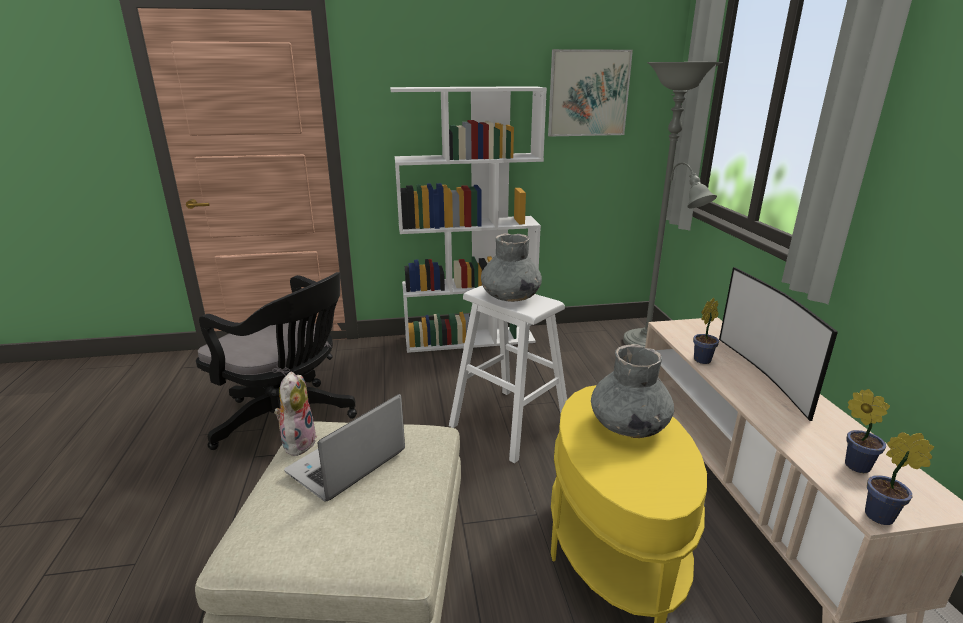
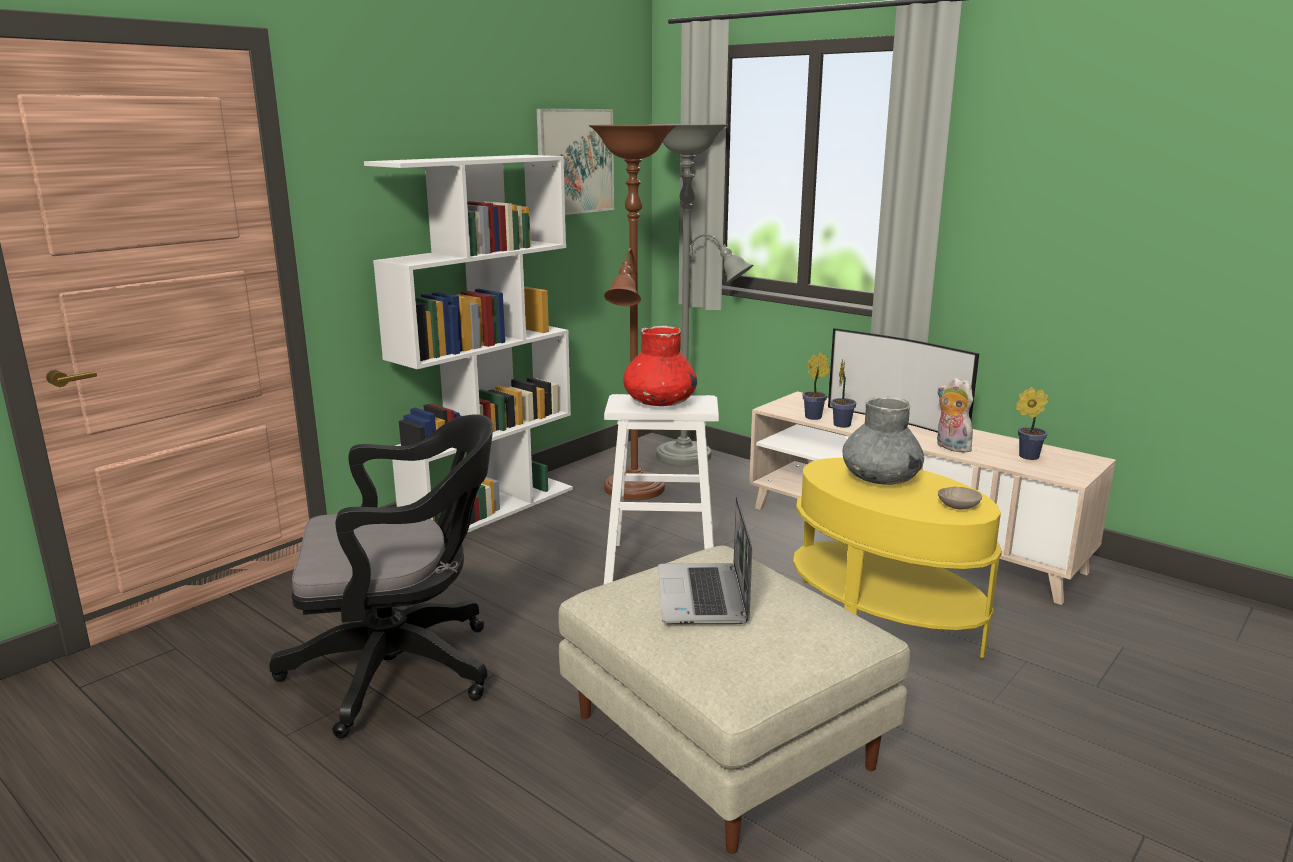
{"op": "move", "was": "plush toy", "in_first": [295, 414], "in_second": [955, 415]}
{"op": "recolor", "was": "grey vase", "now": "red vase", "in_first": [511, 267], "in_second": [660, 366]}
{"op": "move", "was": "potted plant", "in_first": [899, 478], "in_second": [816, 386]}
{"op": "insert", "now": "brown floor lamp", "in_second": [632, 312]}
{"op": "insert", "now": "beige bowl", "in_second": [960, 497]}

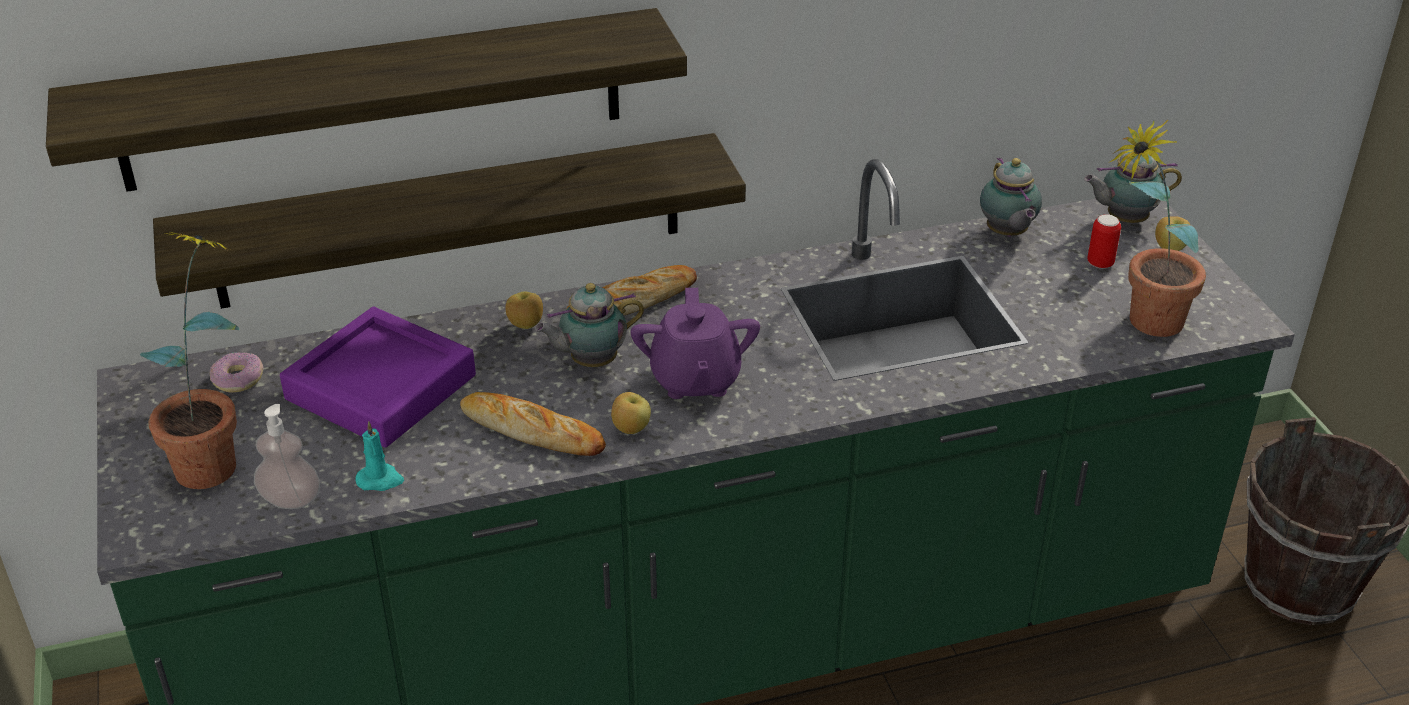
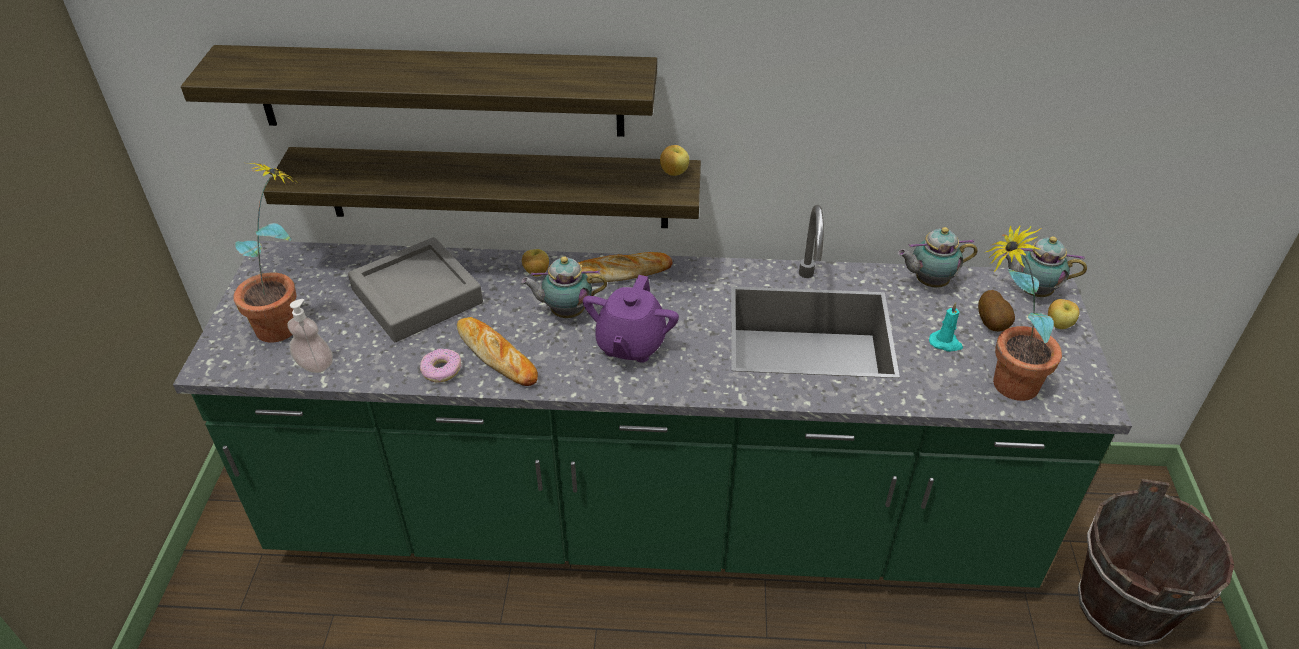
{"op": "move", "was": "donut", "in_first": [237, 372], "in_second": [441, 365]}
{"op": "recolor", "was": "purple tray", "now": "grey tray", "in_first": [378, 377], "in_second": [415, 289]}
{"op": "move", "was": "turquoise candle", "in_first": [380, 456], "in_second": [946, 327]}
{"op": "move", "was": "apple", "in_first": [631, 413], "in_second": [674, 160]}
{"op": "rotate", "was": "teapot", "in_first": [1011, 197], "in_second": [938, 257], "clockwise": 75}
{"op": "replace", "was": "can", "now": "potato", "in_first": [1104, 241], "in_second": [996, 311]}

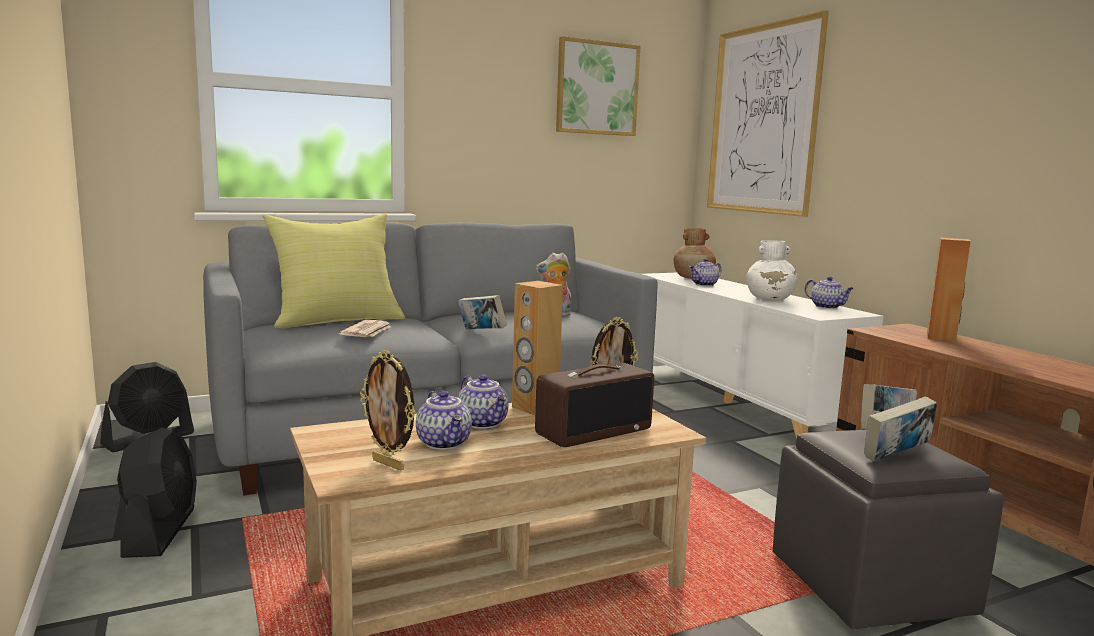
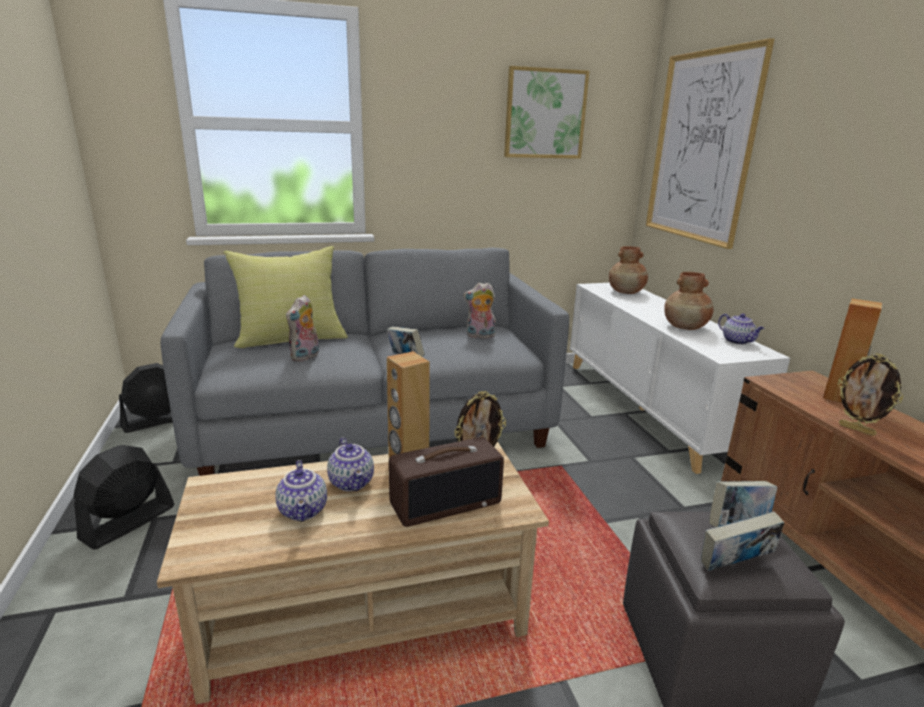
{"op": "rotate", "was": "black fan", "in_first": [157, 493], "in_second": [123, 497], "clockwise": -150}
{"op": "replace", "was": "newspaper", "now": "plush toy", "in_first": [365, 328], "in_second": [302, 328]}
{"op": "move", "was": "picture frame", "in_first": [387, 410], "in_second": [870, 394]}
{"op": "delete", "was": "teapot", "in_first": [705, 272]}
{"op": "recolor", "was": "white vase", "now": "brown vase", "in_first": [772, 270], "in_second": [688, 301]}

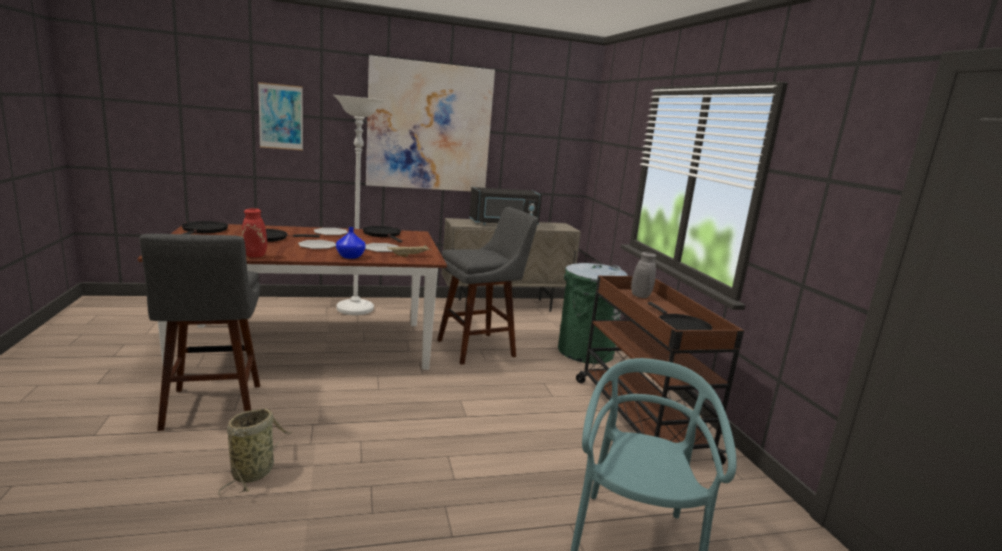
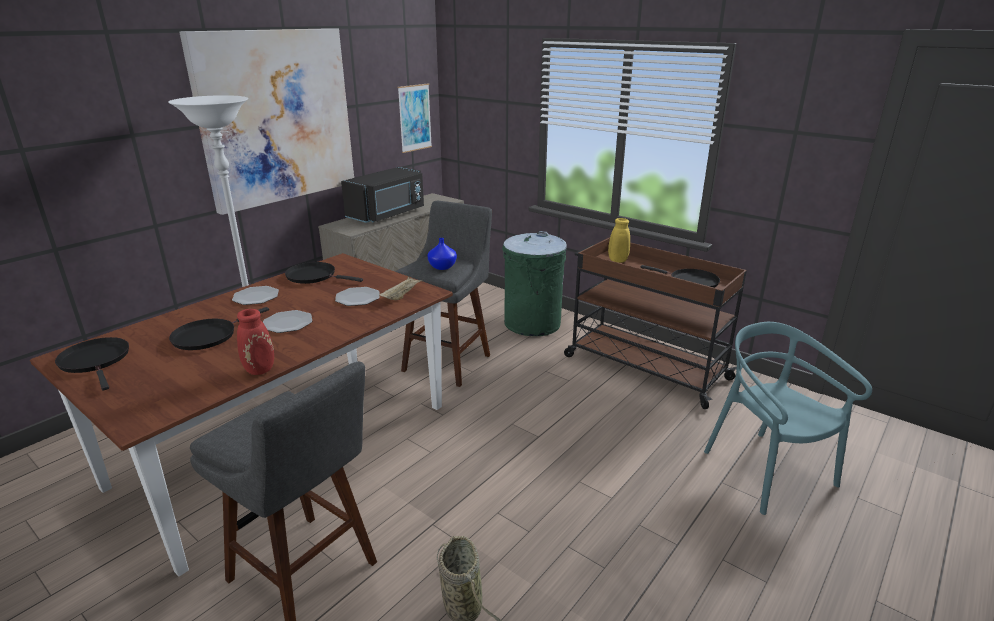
{"op": "move", "was": "picture", "in_first": [280, 116], "in_second": [415, 118]}
{"op": "move", "was": "blue vase", "in_first": [351, 243], "in_second": [442, 254]}
{"op": "recolor", "was": "grey vase", "now": "yellow vase", "in_first": [637, 274], "in_second": [619, 240]}

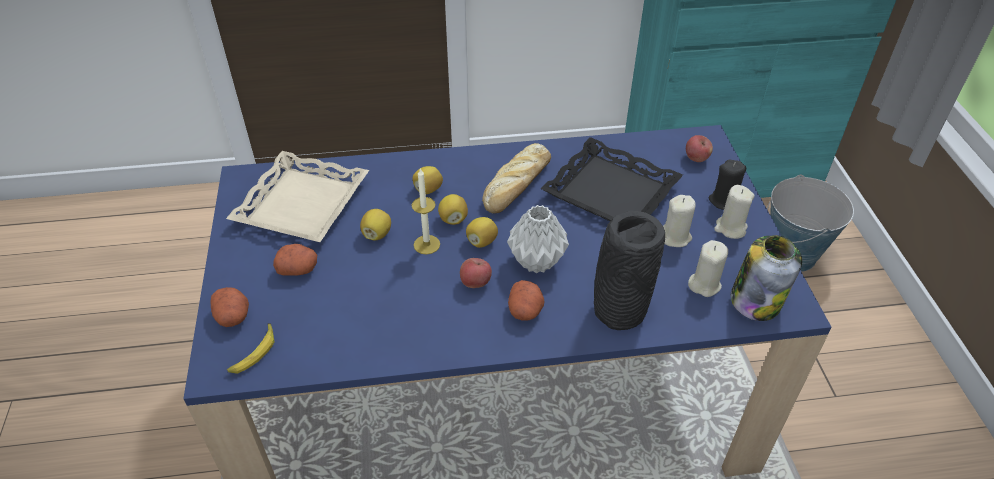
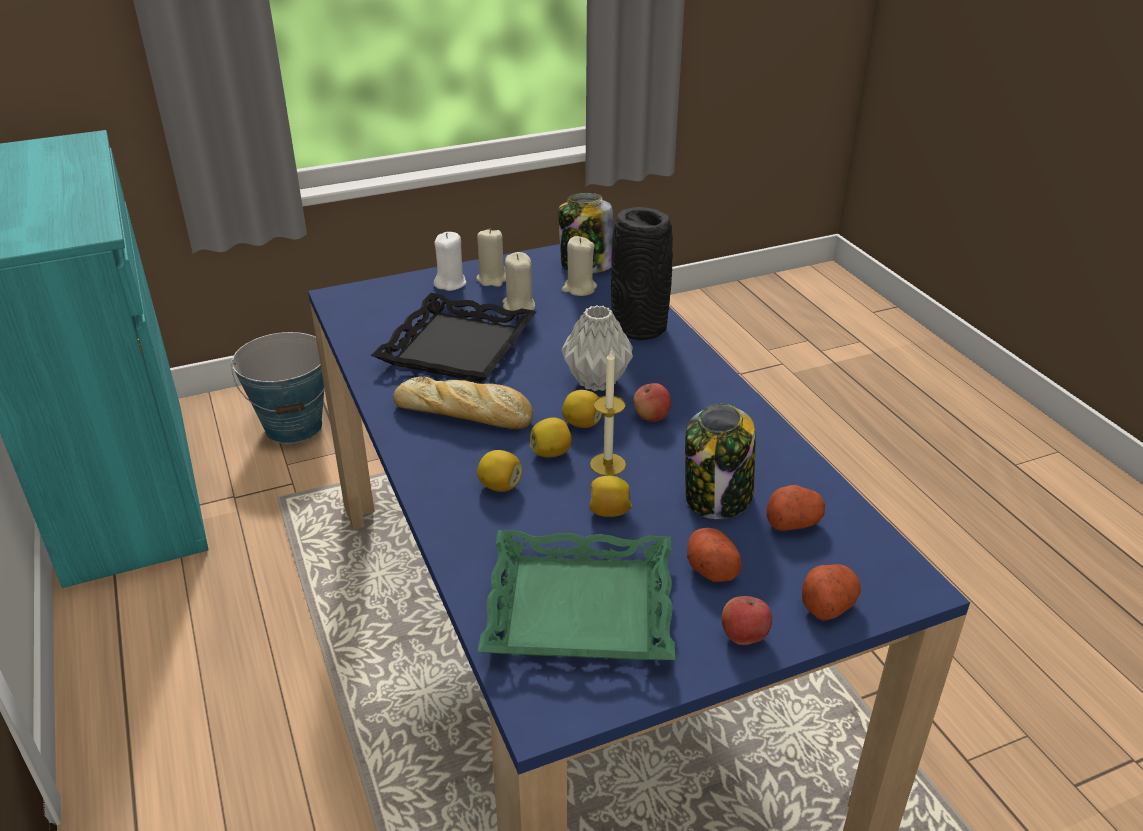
{"op": "recolor", "was": "beige tray", "now": "green tray", "in_first": [297, 196], "in_second": [576, 595]}
{"op": "delete", "was": "banana", "in_first": [250, 348]}
{"op": "move", "was": "potato", "in_first": [526, 300], "in_second": [795, 508]}
{"op": "move", "was": "apple", "in_first": [699, 148], "in_second": [747, 620]}
{"op": "recolor", "was": "black candle", "now": "white candle", "in_first": [727, 185], "in_second": [450, 261]}
{"op": "insert", "now": "jar", "in_second": [720, 461]}

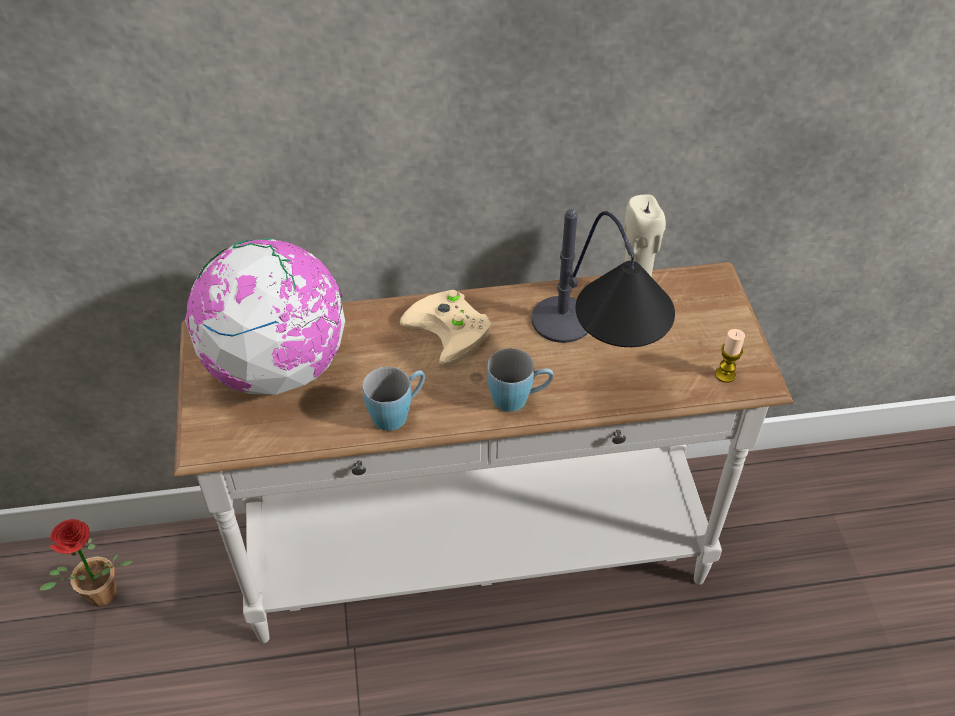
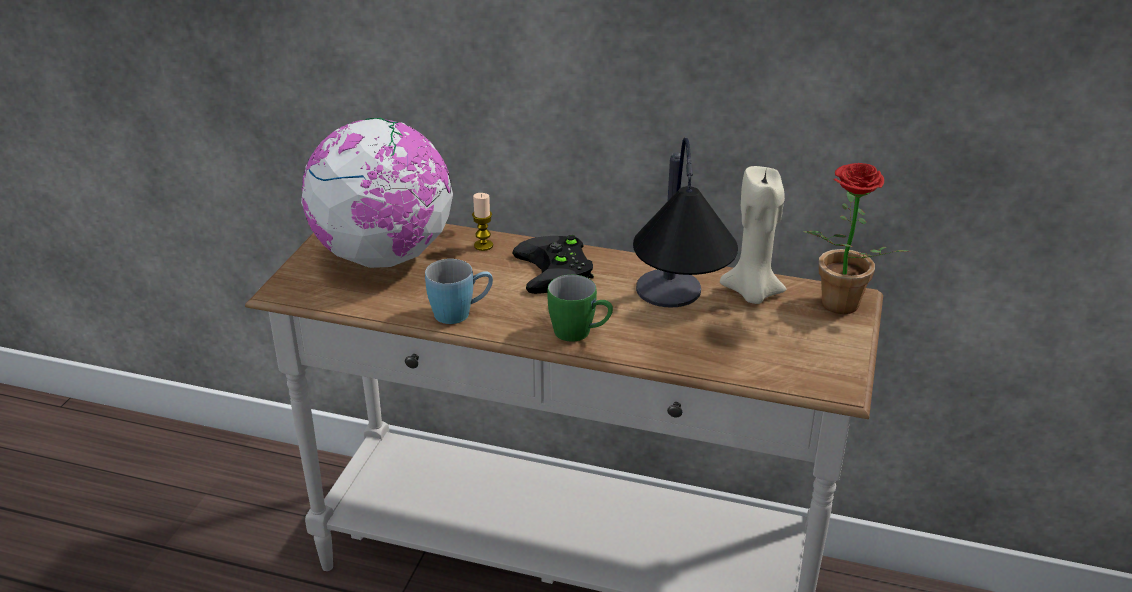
{"op": "move", "was": "potted plant", "in_first": [86, 563], "in_second": [855, 238]}
{"op": "recolor", "was": "beige game controller", "now": "black game controller", "in_first": [445, 328], "in_second": [553, 264]}
{"op": "recolor", "was": "blue mug", "now": "green mug", "in_first": [520, 380], "in_second": [580, 308]}
{"op": "move", "was": "candle", "in_first": [730, 356], "in_second": [482, 222]}

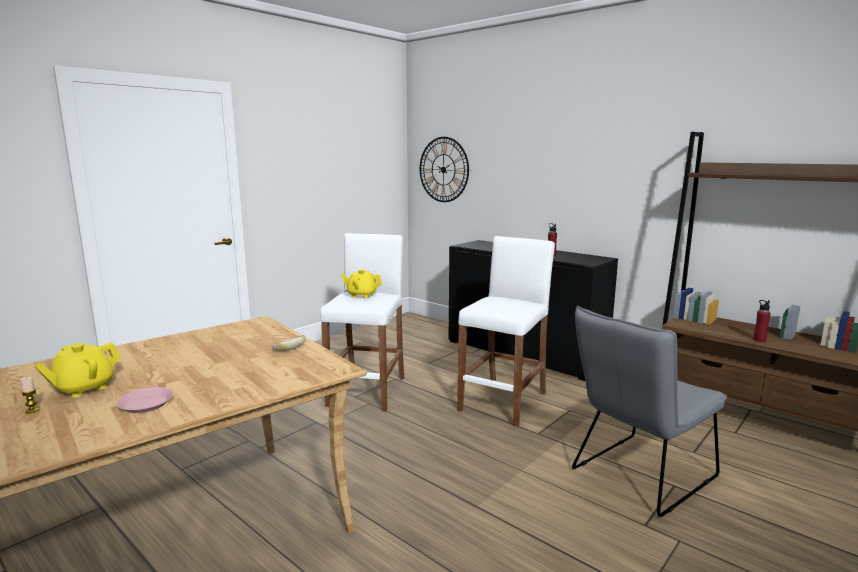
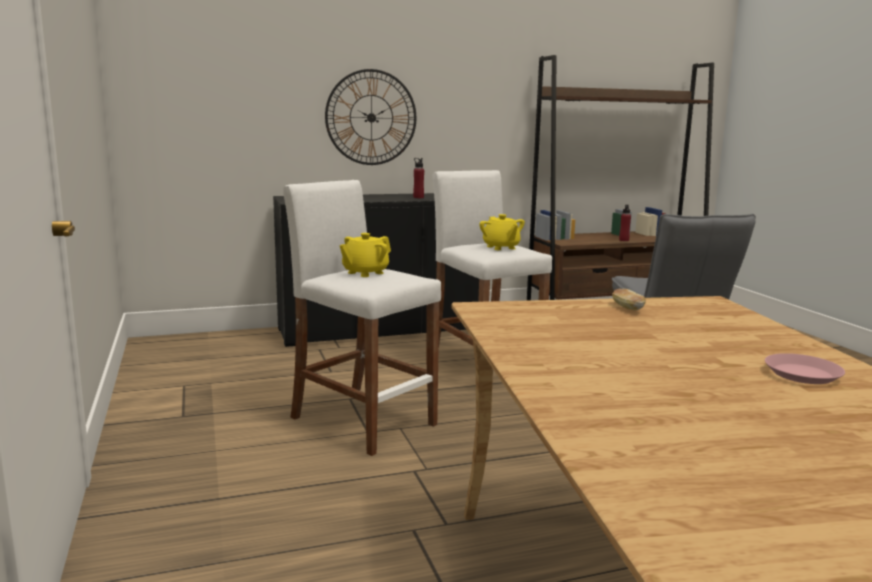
{"op": "delete", "was": "candle", "in_first": [30, 395]}
{"op": "move", "was": "yellow teapot", "in_first": [77, 370], "in_second": [502, 232]}
{"op": "move", "was": "wall clock", "in_first": [444, 169], "in_second": [370, 117]}

